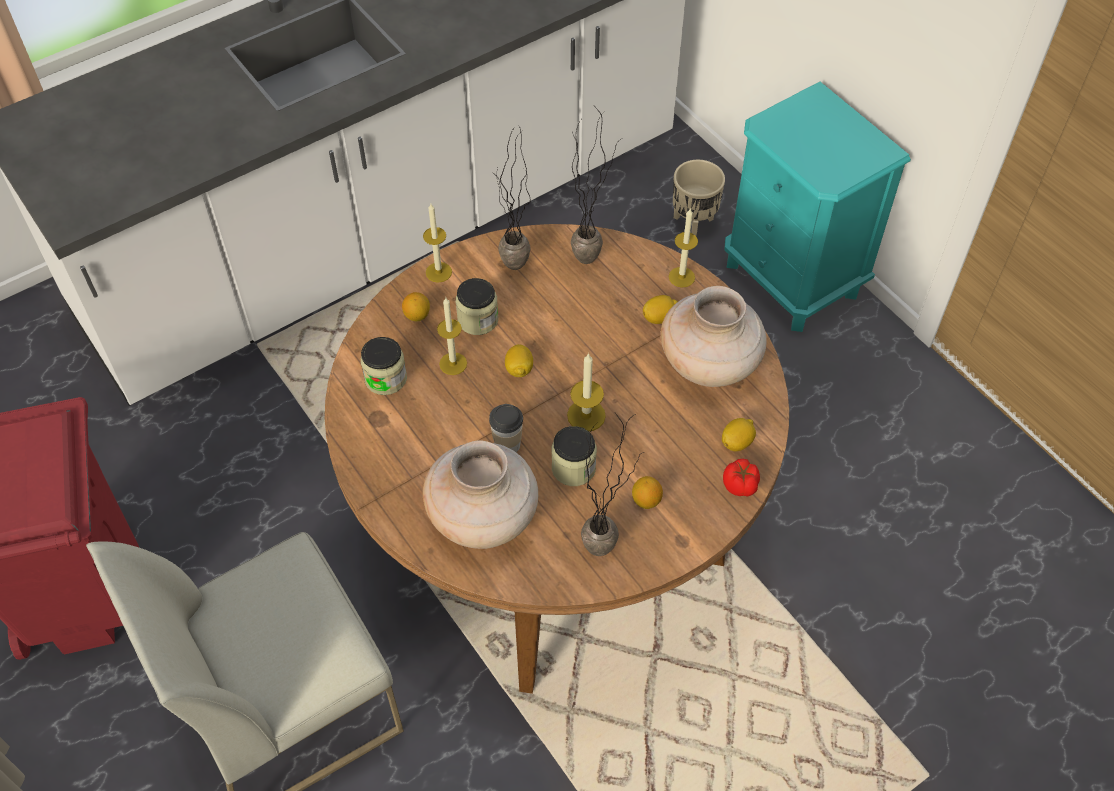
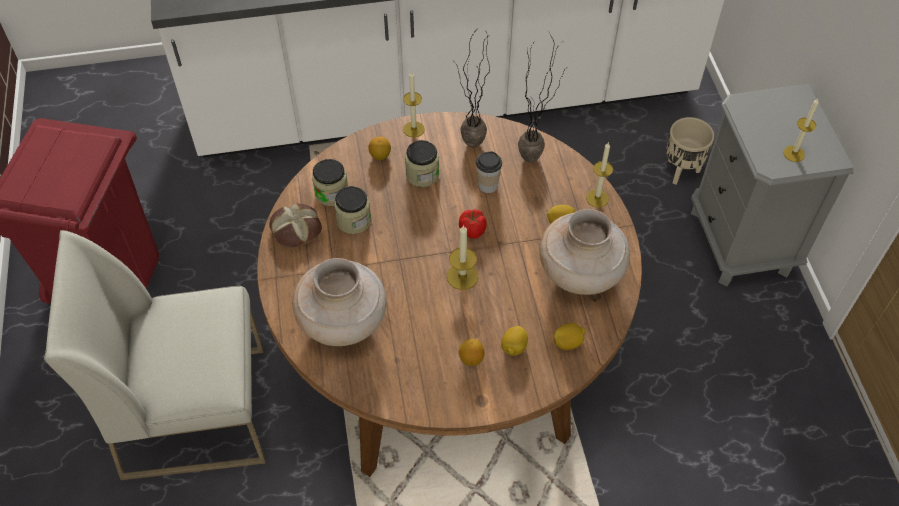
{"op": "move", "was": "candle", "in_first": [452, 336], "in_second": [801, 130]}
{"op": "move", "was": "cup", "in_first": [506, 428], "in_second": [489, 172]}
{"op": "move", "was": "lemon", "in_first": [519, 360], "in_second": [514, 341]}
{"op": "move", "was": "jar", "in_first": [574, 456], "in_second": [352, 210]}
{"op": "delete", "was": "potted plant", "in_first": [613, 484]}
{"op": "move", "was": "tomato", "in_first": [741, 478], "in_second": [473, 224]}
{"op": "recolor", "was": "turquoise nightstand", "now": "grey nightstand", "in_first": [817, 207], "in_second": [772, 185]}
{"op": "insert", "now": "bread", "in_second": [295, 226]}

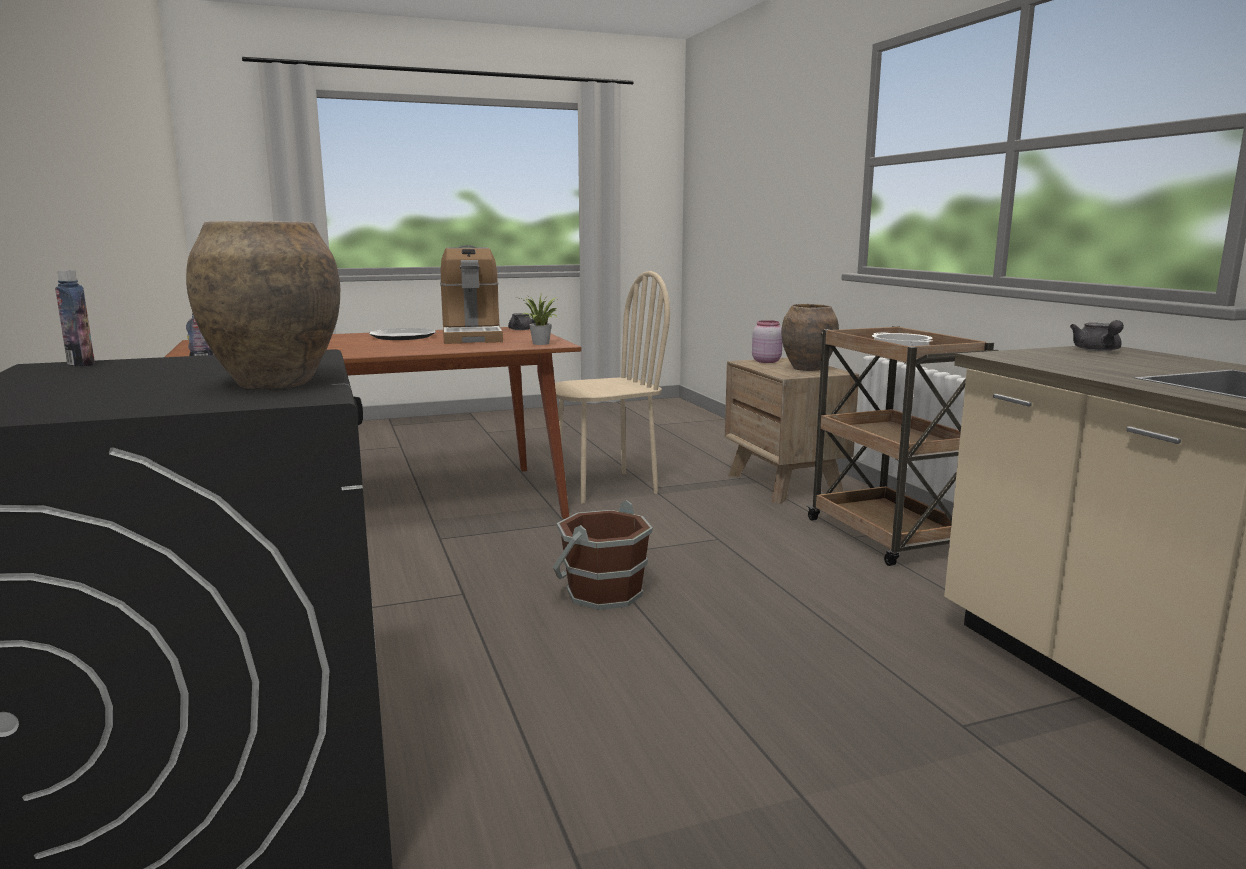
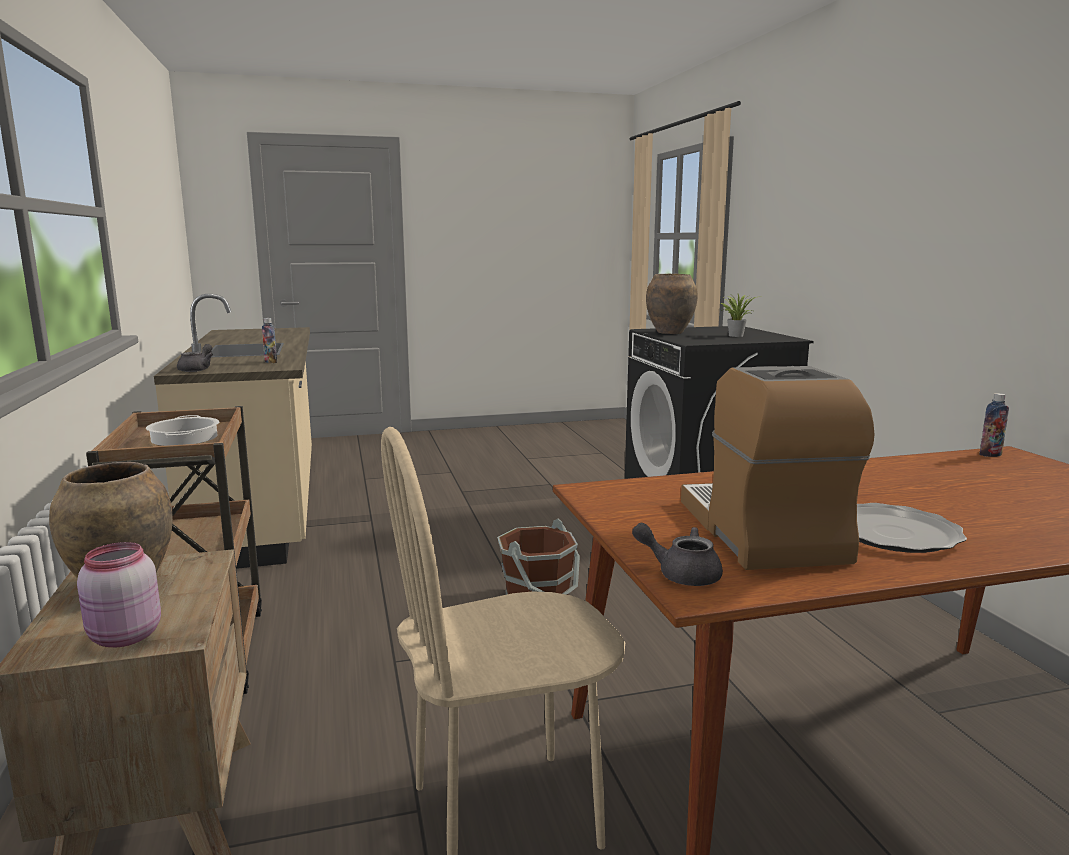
{"op": "move", "was": "bottle", "in_first": [75, 318], "in_second": [269, 340]}
{"op": "move", "was": "potted plant", "in_first": [536, 319], "in_second": [738, 315]}

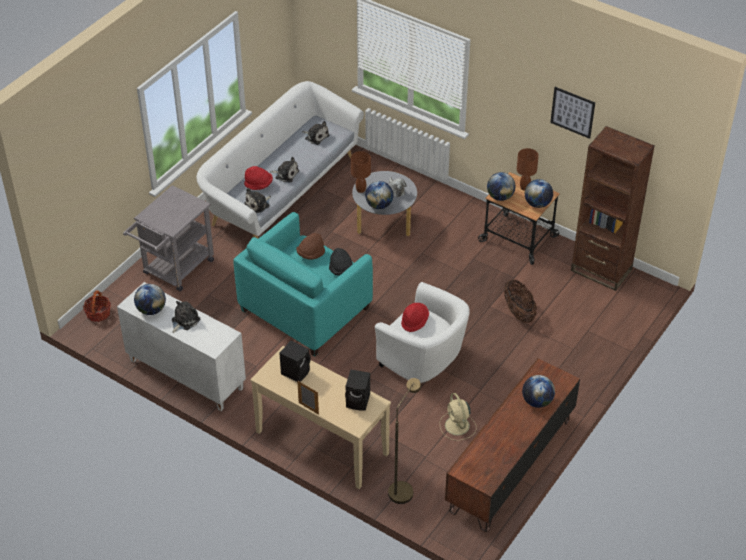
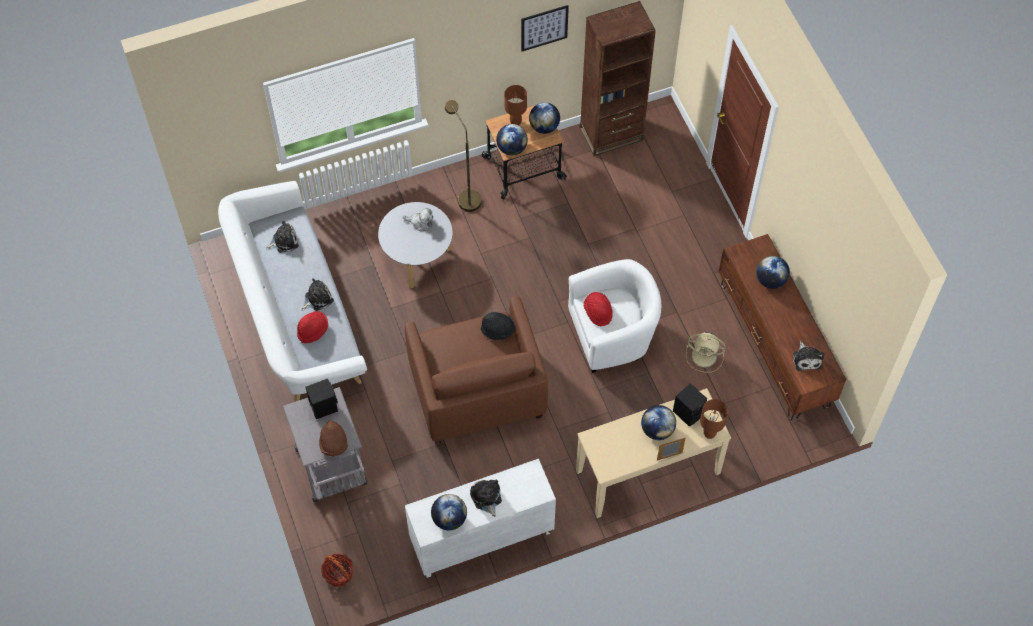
{"op": "recolor", "was": "turquoise armchair", "now": "brown armchair", "in_first": [303, 284], "in_second": [476, 370]}
{"op": "move", "was": "plush toy", "in_first": [257, 200], "in_second": [808, 356]}
{"op": "move", "was": "black speaker", "in_first": [295, 361], "in_second": [321, 399]}
{"op": "move", "was": "brown hat", "in_first": [310, 246], "in_second": [333, 438]}
{"op": "move", "was": "brown table lamp", "in_first": [361, 172], "in_second": [714, 419]}
{"op": "move", "was": "globe", "in_first": [379, 195], "in_second": [658, 422]}
{"op": "move", "was": "brown floor lamp", "in_first": [404, 441], "in_second": [463, 156]}
{"op": "delete", "was": "basket", "in_first": [520, 301]}

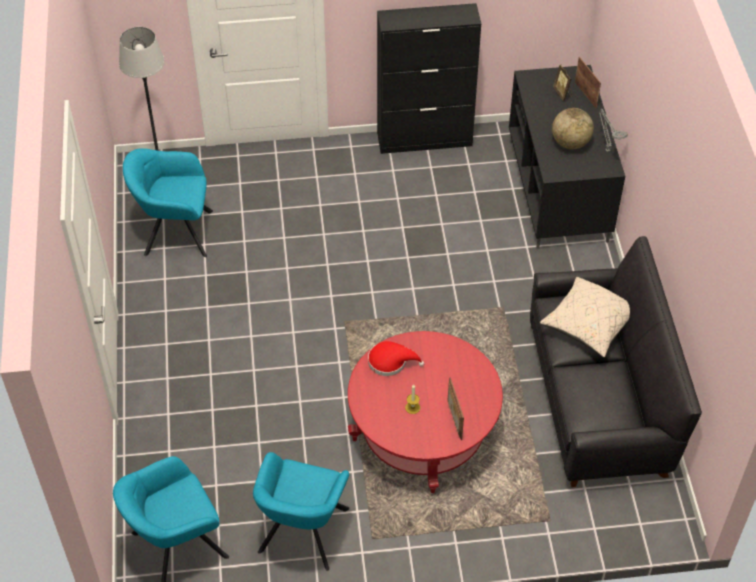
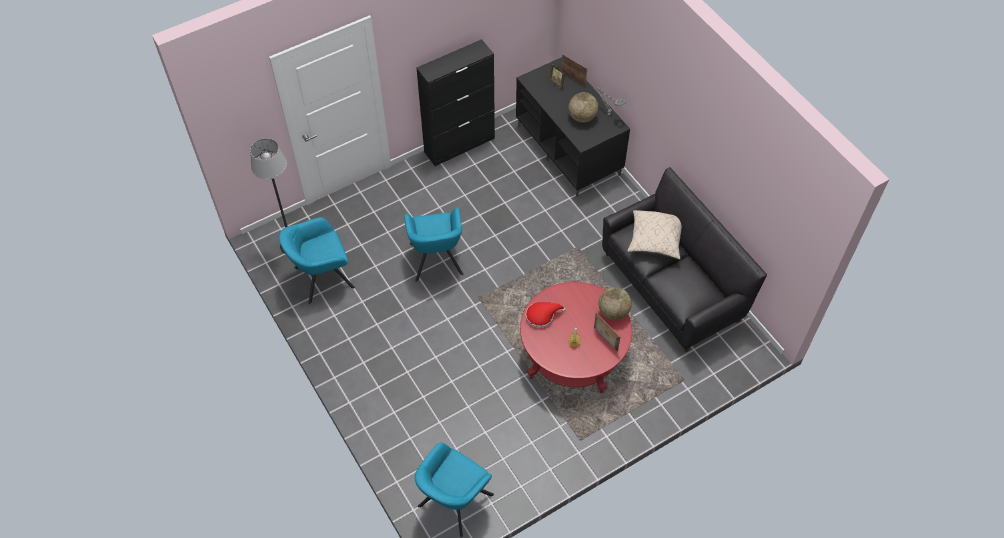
{"op": "move", "was": "turquoise armchair", "in_first": [301, 511], "in_second": [433, 245]}
{"op": "insert", "now": "globe", "in_second": [615, 303]}

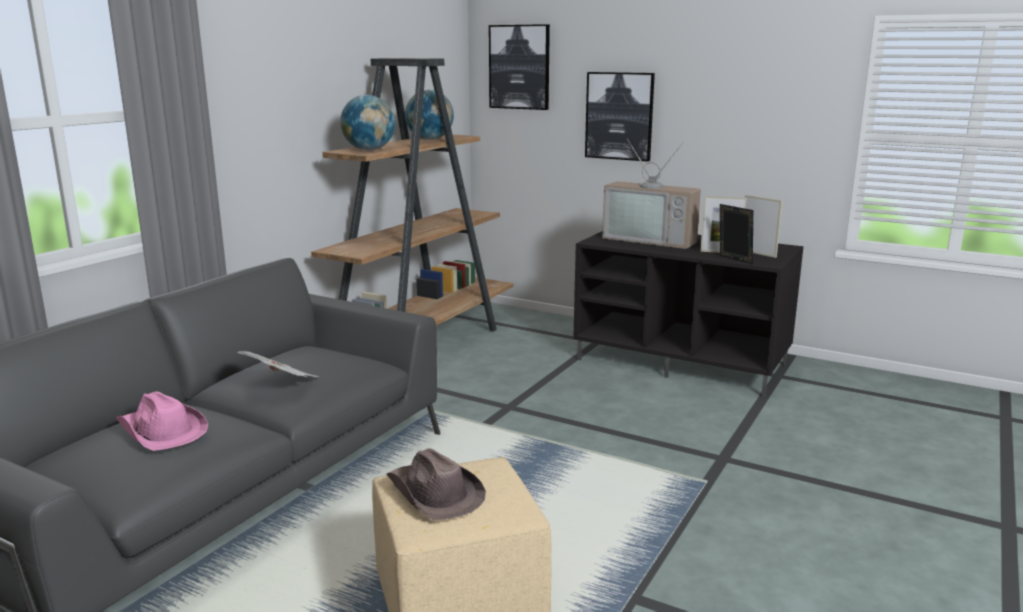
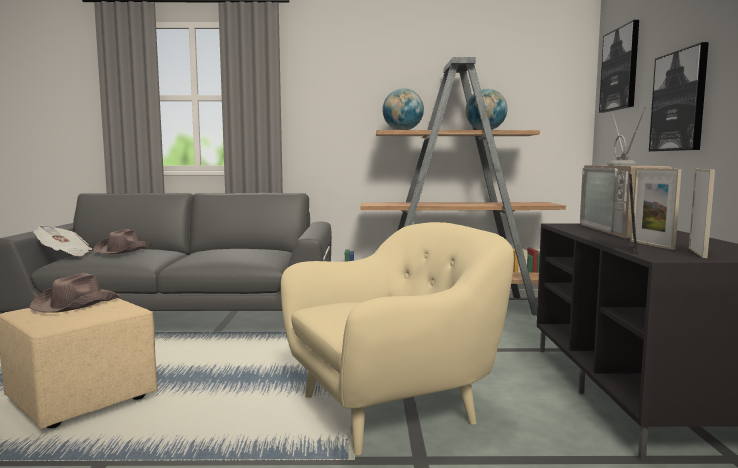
{"op": "recolor", "was": "pink hat", "now": "brown hat", "in_first": [162, 421], "in_second": [122, 241]}
{"op": "move", "was": "newspaper", "in_first": [278, 364], "in_second": [62, 240]}
{"op": "insert", "now": "beige armchair", "in_second": [397, 338]}

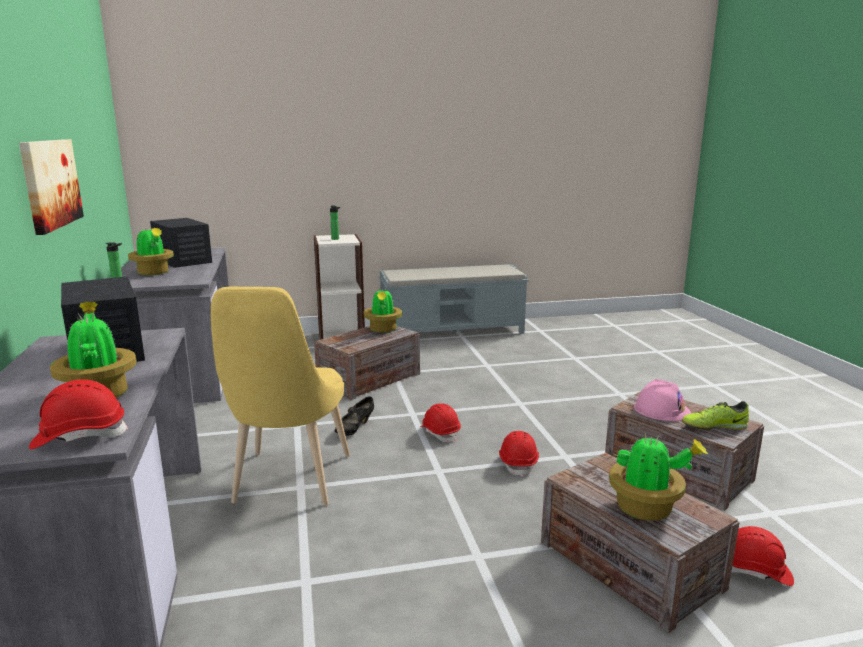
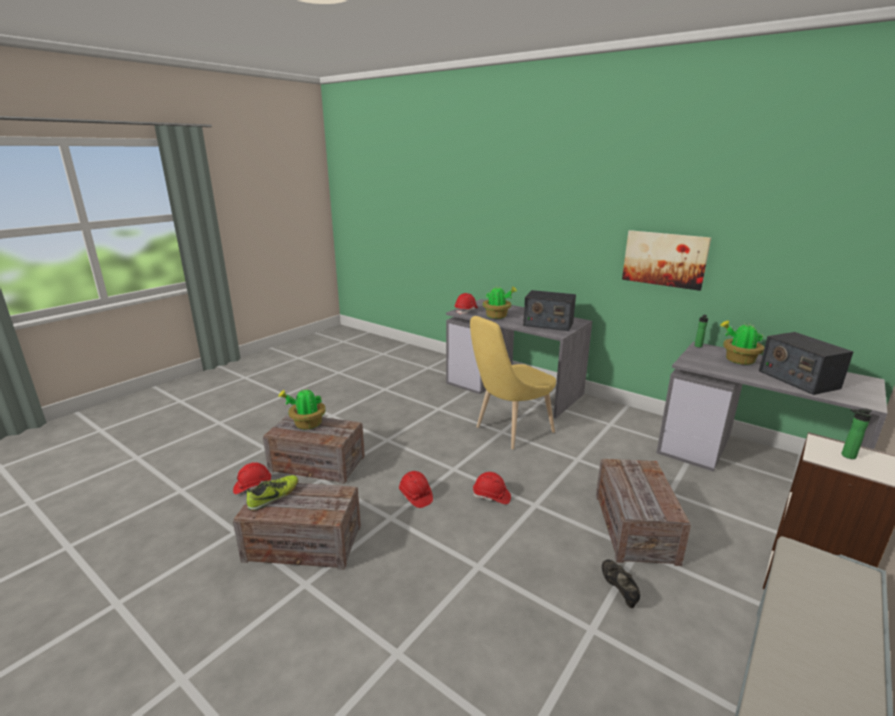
{"op": "rotate", "was": "radio", "in_first": [181, 243], "in_second": [806, 363], "clockwise": 60}
{"op": "rotate", "was": "yellow chair", "in_first": [280, 396], "in_second": [513, 382], "clockwise": -90}
{"op": "move", "was": "black shoe", "in_first": [354, 416], "in_second": [621, 583]}
{"op": "delete", "was": "potted plant", "in_first": [383, 310]}
{"op": "delete", "was": "pink hard hat", "in_first": [662, 400]}

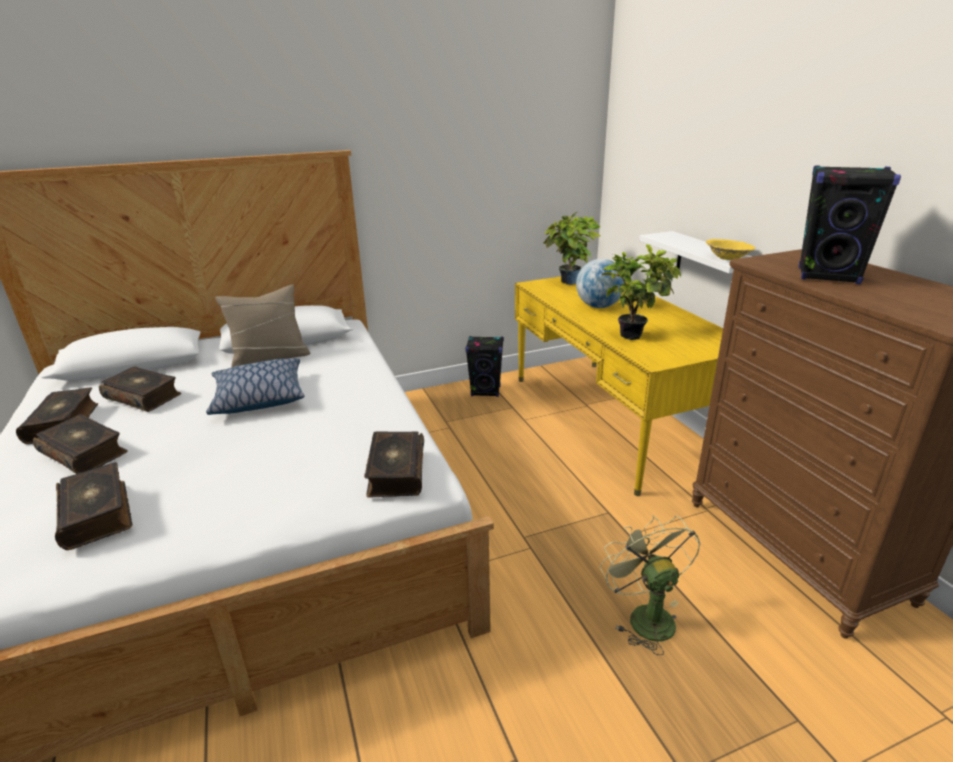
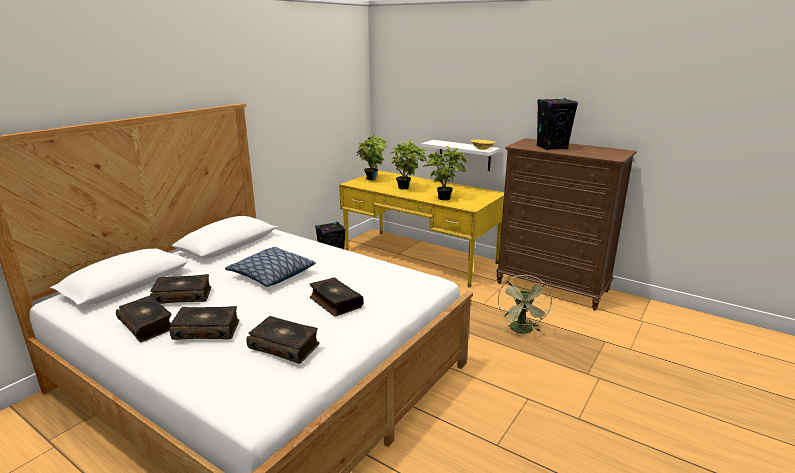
{"op": "delete", "was": "beige pillow", "in_first": [263, 326]}
{"op": "move", "was": "book", "in_first": [394, 464], "in_second": [337, 297]}
{"op": "replace", "was": "globe", "now": "potted plant", "in_first": [601, 283], "in_second": [409, 164]}
{"op": "rotate", "was": "green fan", "in_first": [650, 585], "in_second": [525, 304], "clockwise": -120}

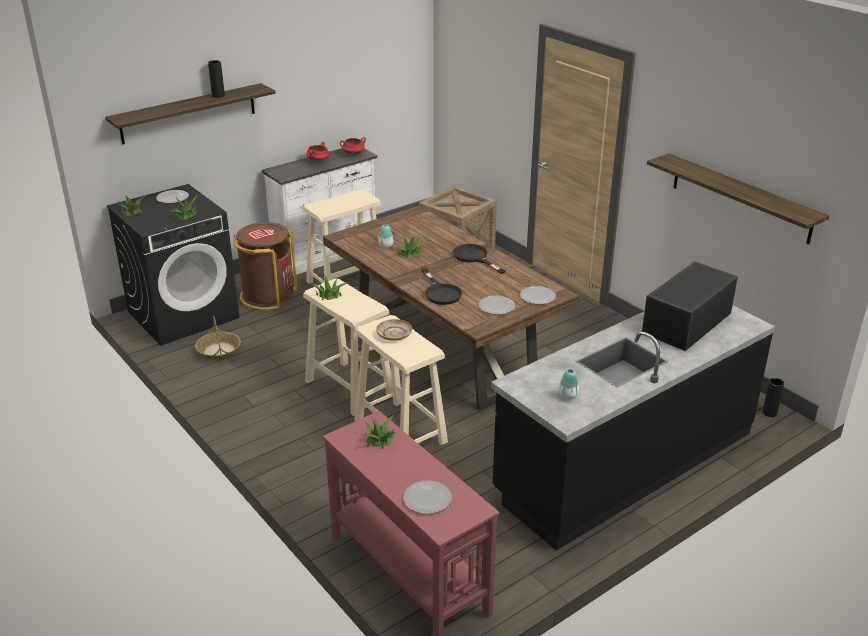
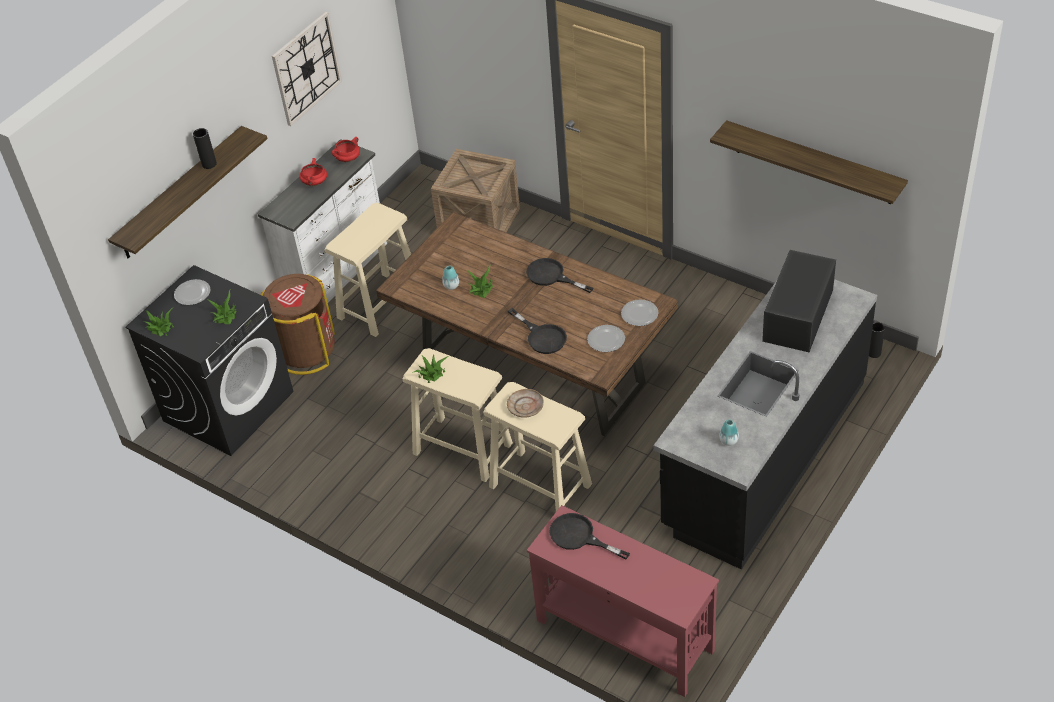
{"op": "delete", "was": "basket", "in_first": [218, 338]}
{"op": "replace", "was": "potted plant", "now": "black frying pan", "in_first": [380, 432], "in_second": [589, 536]}
{"op": "delete", "was": "plate", "in_first": [427, 497]}
{"op": "insert", "now": "wall clock", "in_second": [307, 69]}

